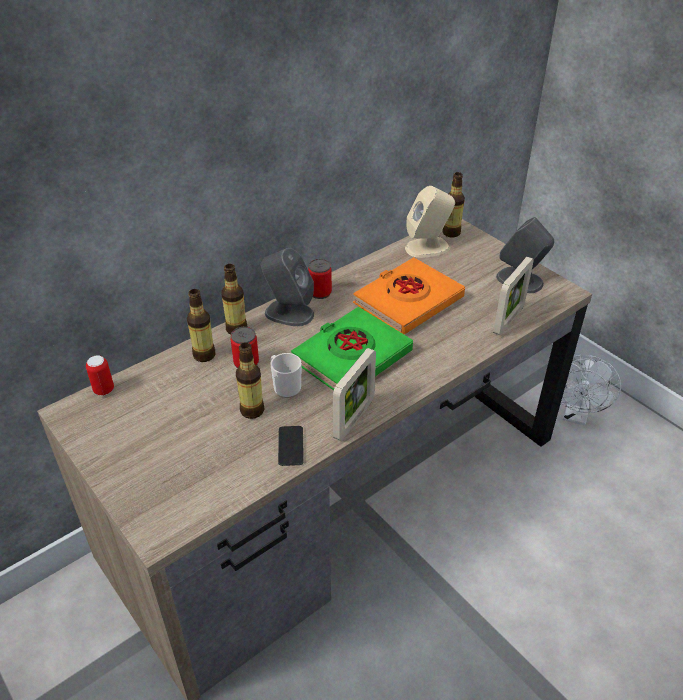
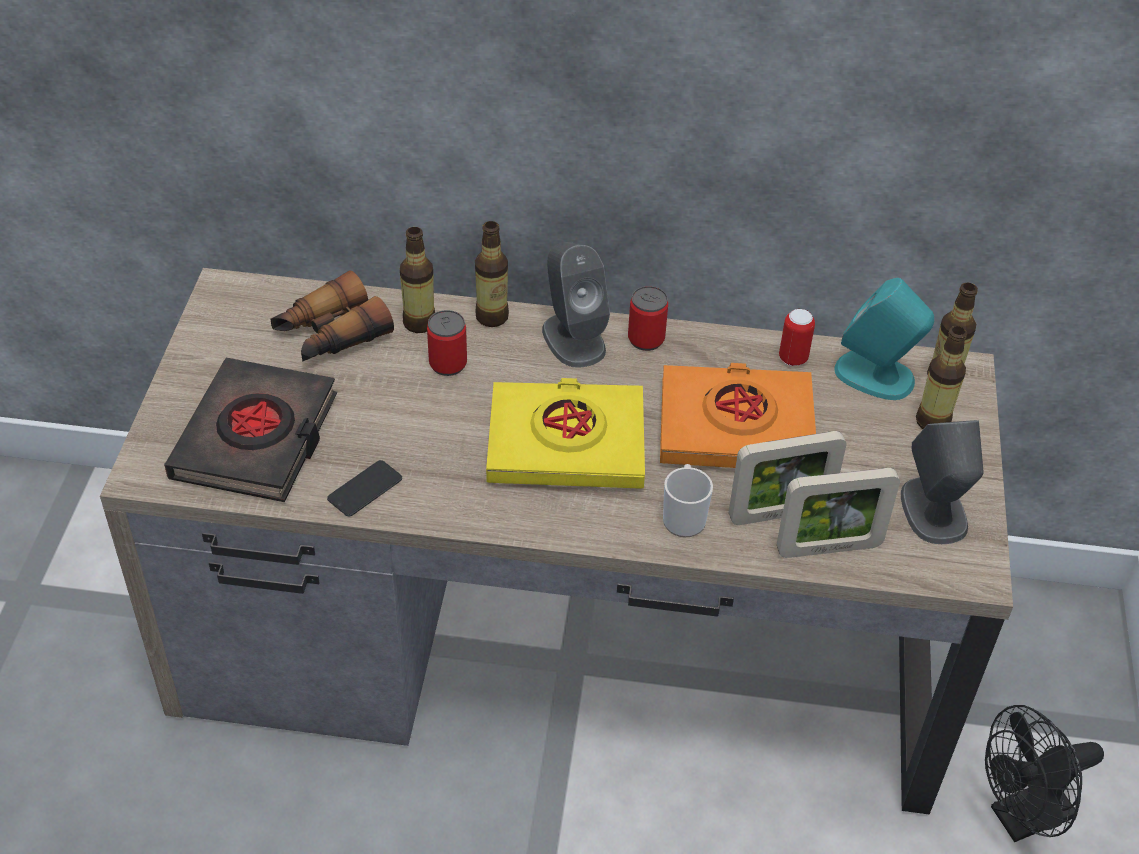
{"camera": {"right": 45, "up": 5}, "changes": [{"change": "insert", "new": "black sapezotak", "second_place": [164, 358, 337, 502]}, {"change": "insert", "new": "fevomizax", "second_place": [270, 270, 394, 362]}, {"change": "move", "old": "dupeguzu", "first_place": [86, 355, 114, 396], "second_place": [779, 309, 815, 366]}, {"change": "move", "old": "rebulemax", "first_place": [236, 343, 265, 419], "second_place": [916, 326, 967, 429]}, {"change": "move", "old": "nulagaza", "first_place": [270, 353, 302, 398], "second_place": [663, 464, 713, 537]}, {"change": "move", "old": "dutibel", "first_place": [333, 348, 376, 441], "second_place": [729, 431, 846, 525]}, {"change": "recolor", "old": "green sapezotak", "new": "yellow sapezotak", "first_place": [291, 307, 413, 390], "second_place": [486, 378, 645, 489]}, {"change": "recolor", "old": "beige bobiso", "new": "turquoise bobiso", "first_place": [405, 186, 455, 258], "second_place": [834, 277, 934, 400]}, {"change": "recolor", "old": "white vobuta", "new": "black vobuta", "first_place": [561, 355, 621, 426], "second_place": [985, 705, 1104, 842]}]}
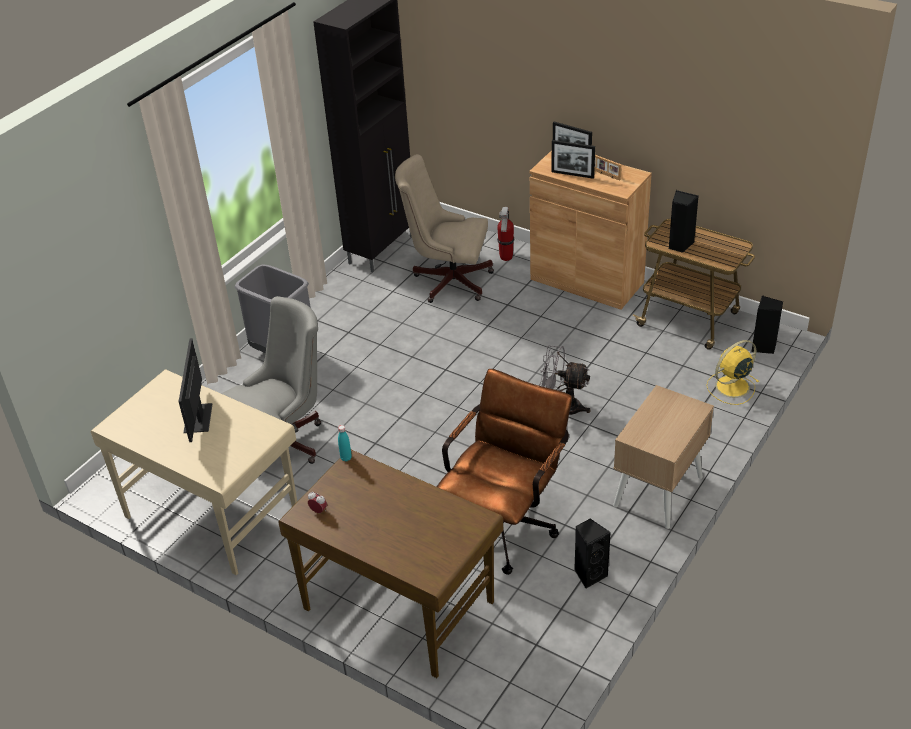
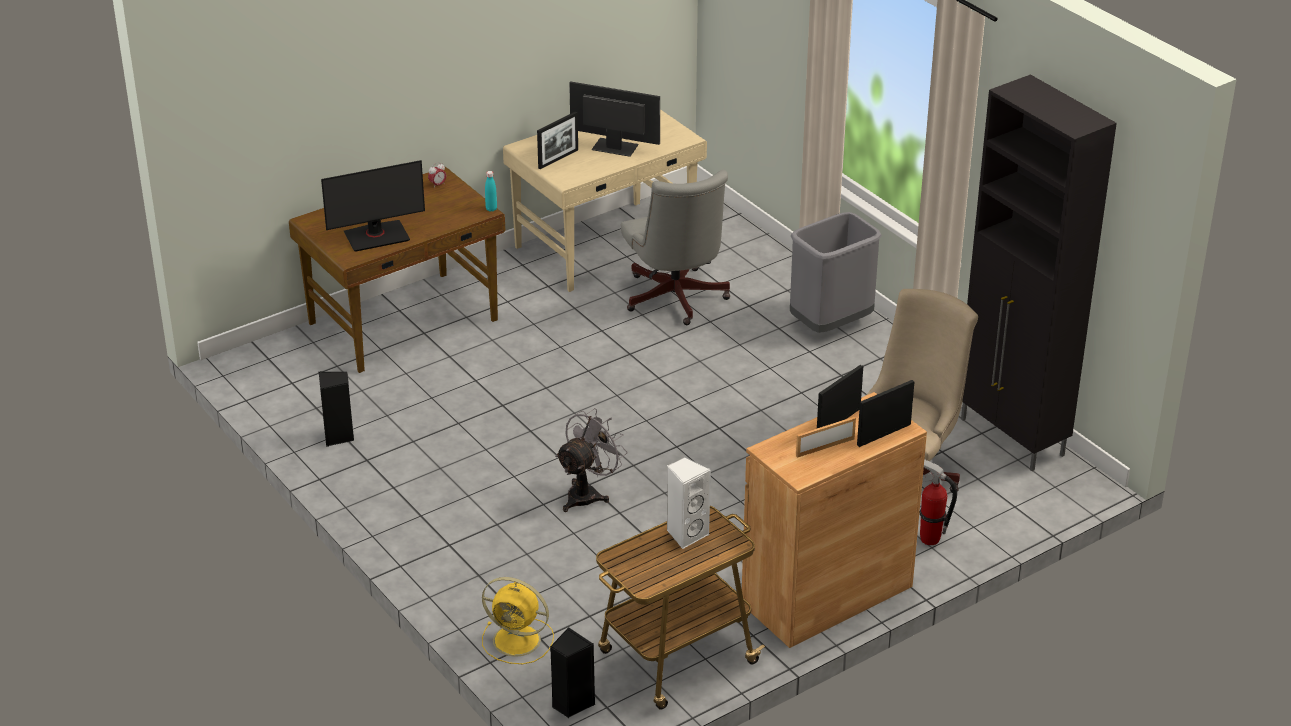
{"camera": {"right": 110, "up": -5}, "changes": [{"change": "delete", "old": "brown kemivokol", "first_place": [437, 369, 572, 575]}, {"change": "delete", "old": "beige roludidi", "first_place": [613, 385, 714, 529]}, {"change": "insert", "new": "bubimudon", "second_place": [321, 160, 425, 252]}, {"change": "insert", "new": "dutibel", "second_place": [537, 111, 578, 169]}, {"change": "recolor", "old": "black bobiso", "new": "white bobiso", "first_place": [668, 190, 699, 253], "second_place": [667, 456, 711, 549]}, {"change": "rotate", "old": "yellow vobuta", "first_place": [706, 340, 759, 405], "second_place": [482, 577, 554, 664], "degrees": 120}]}
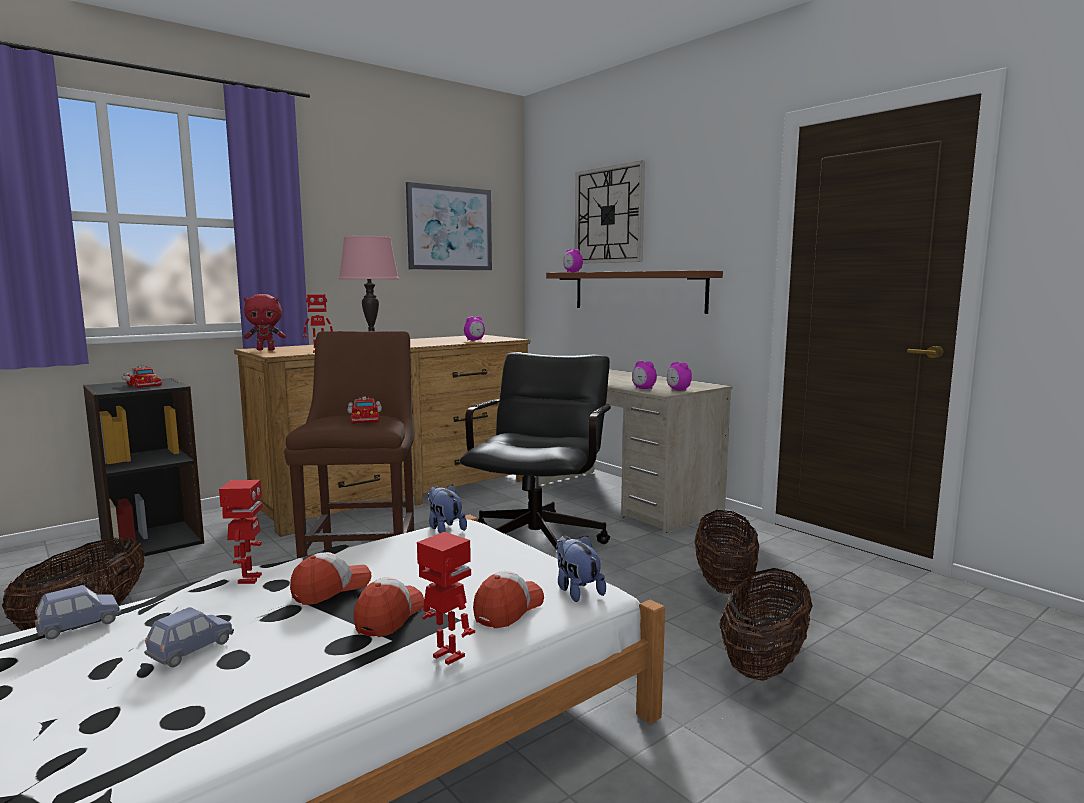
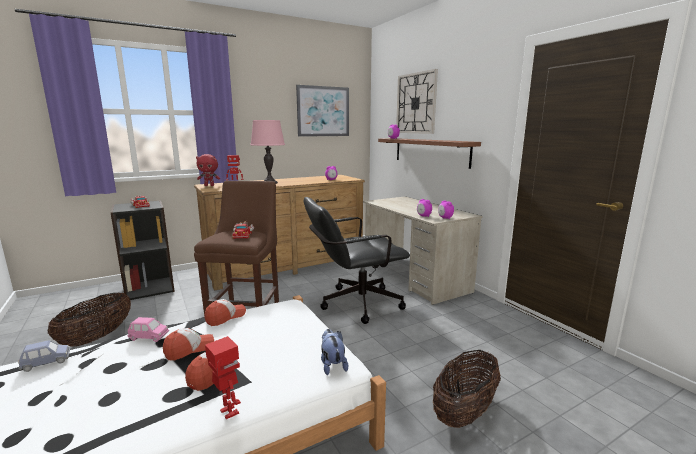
{"camera": {"right": 10, "up": 5}, "changes": [{"change": "delete", "old": "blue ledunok", "first_place": [144, 607, 234, 668]}, {"change": "delete", "old": "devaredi", "first_place": [428, 484, 467, 533]}, {"change": "delete", "old": "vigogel", "first_place": [695, 510, 759, 594]}, {"change": "move", "old": "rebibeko", "first_place": [473, 571, 544, 628], "second_place": [205, 299, 246, 326]}, {"change": "replace", "old": "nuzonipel", "new": "pink ledunok", "first_place": [219, 480, 263, 584], "second_place": [127, 317, 169, 342]}, {"change": "rotate", "old": "black kemivokol", "first_place": [460, 352, 611, 549], "second_place": [304, 197, 410, 324], "degrees": -135}]}
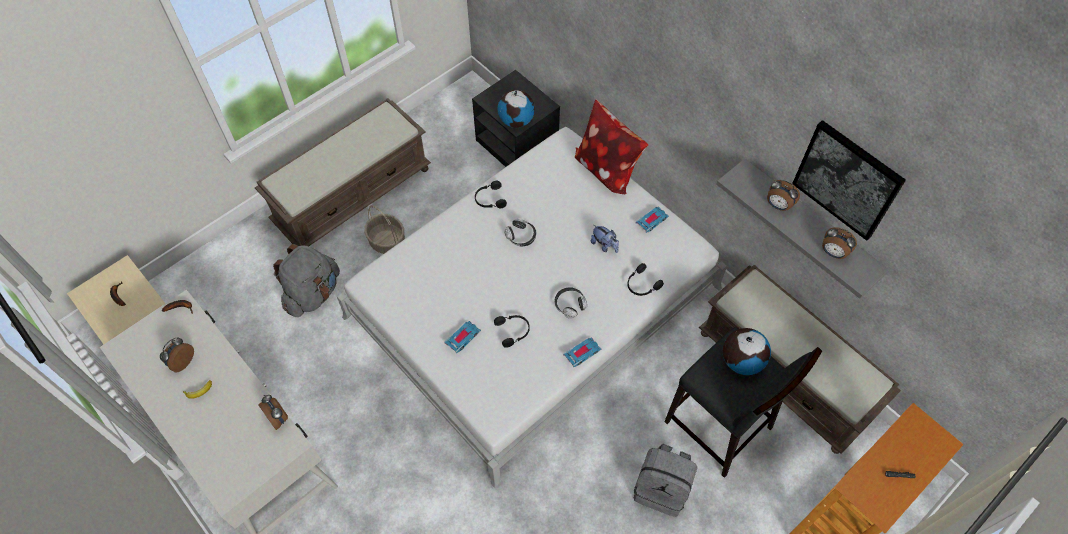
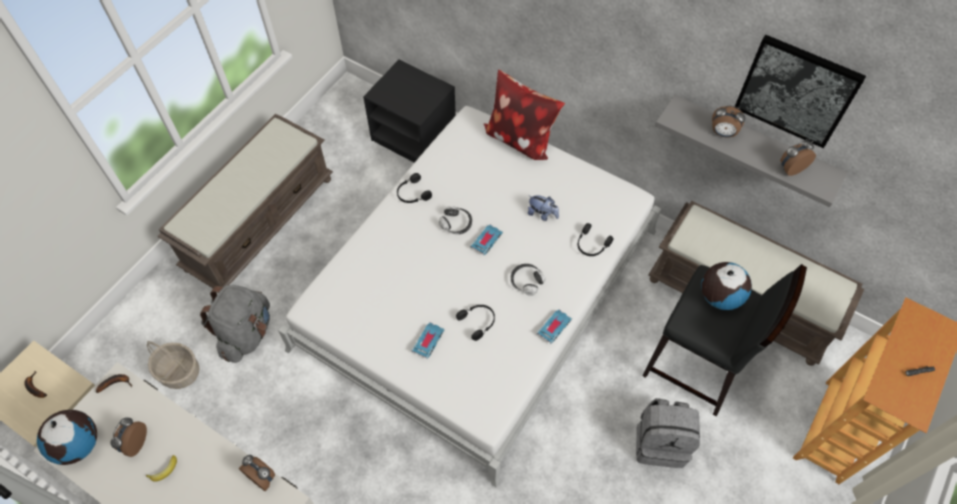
{"camera": {"right": -15, "up": 0}, "changes": [{"change": "move", "old": "vigogel", "first_place": [364, 205, 405, 254], "second_place": [147, 341, 200, 389]}, {"change": "move", "old": "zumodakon", "first_place": [498, 90, 535, 128], "second_place": [37, 410, 97, 465]}, {"change": "move", "old": "ledunok", "first_place": [636, 207, 669, 233], "second_place": [470, 225, 503, 255]}, {"change": "rotate", "old": "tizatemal", "first_place": [822, 227, 857, 259], "second_place": [780, 139, 816, 176], "degrees": 135}]}
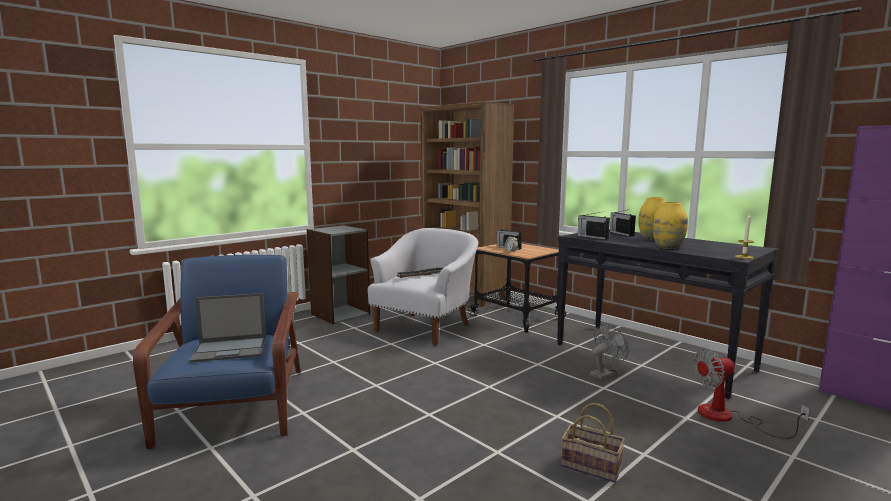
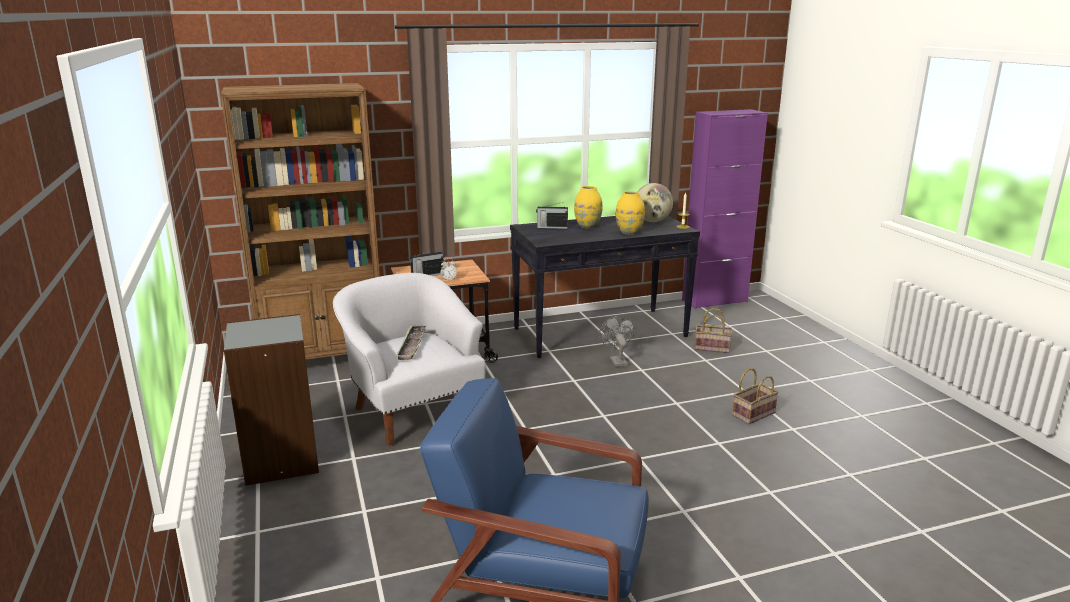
{"camera": {"right": -65, "up": 10}, "changes": [{"change": "delete", "old": "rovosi", "first_place": [189, 293, 266, 363]}, {"change": "delete", "old": "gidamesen", "first_place": [578, 211, 610, 240]}, {"change": "insert", "new": "zumodakon", "second_place": [637, 183, 673, 222]}, {"change": "replace", "old": "vobuta", "new": "vigogel", "first_place": [693, 348, 810, 439], "second_place": [695, 308, 732, 353]}]}
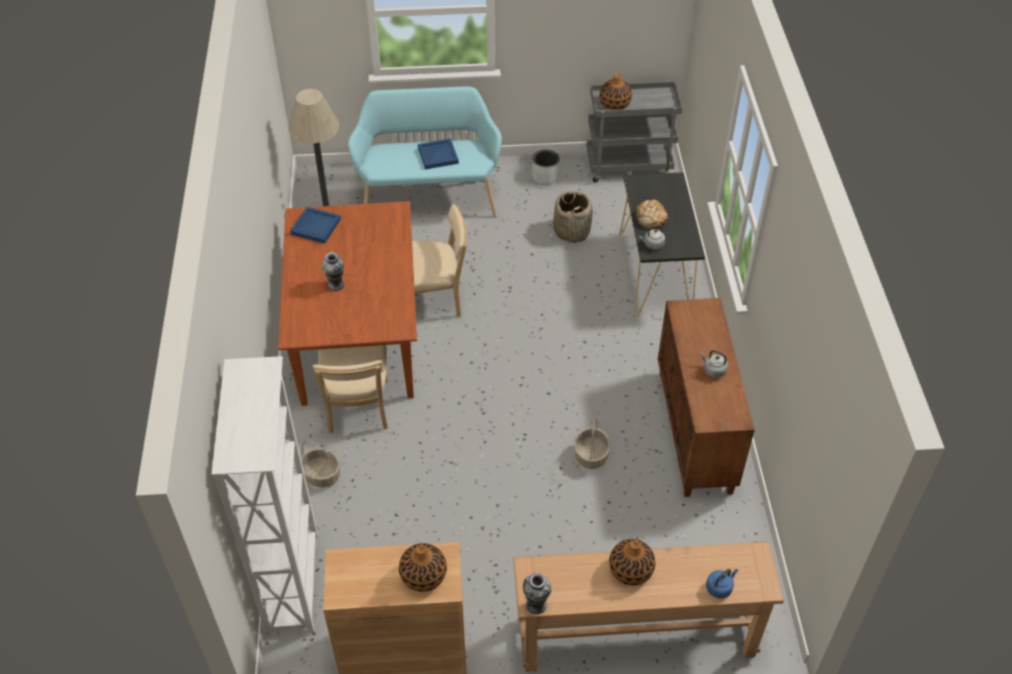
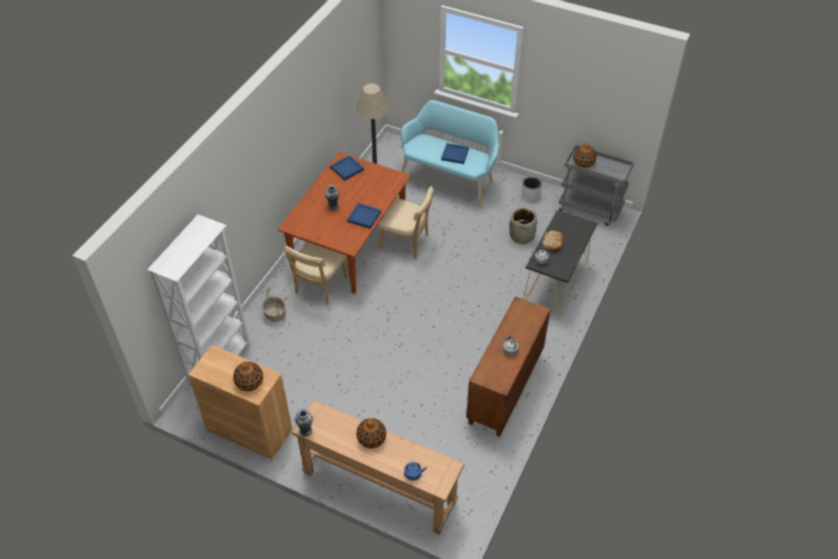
{"camera": {"right": 30, "up": 0}, "changes": [{"change": "delete", "old": "vigogel", "first_place": [574, 417, 611, 469]}, {"change": "insert", "new": "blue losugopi", "second_place": [347, 203, 381, 229]}]}
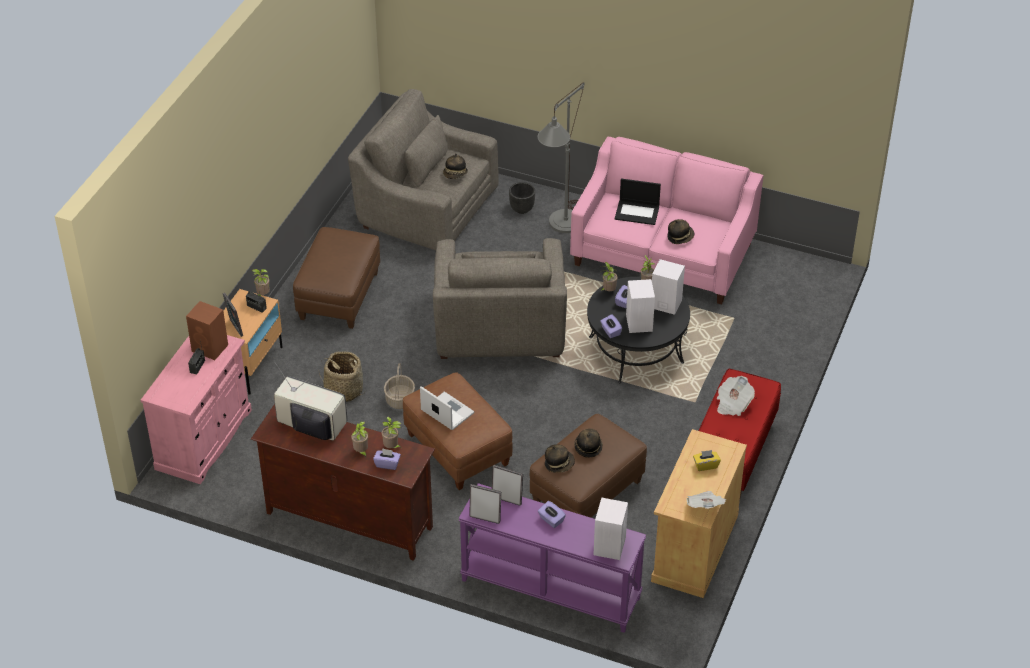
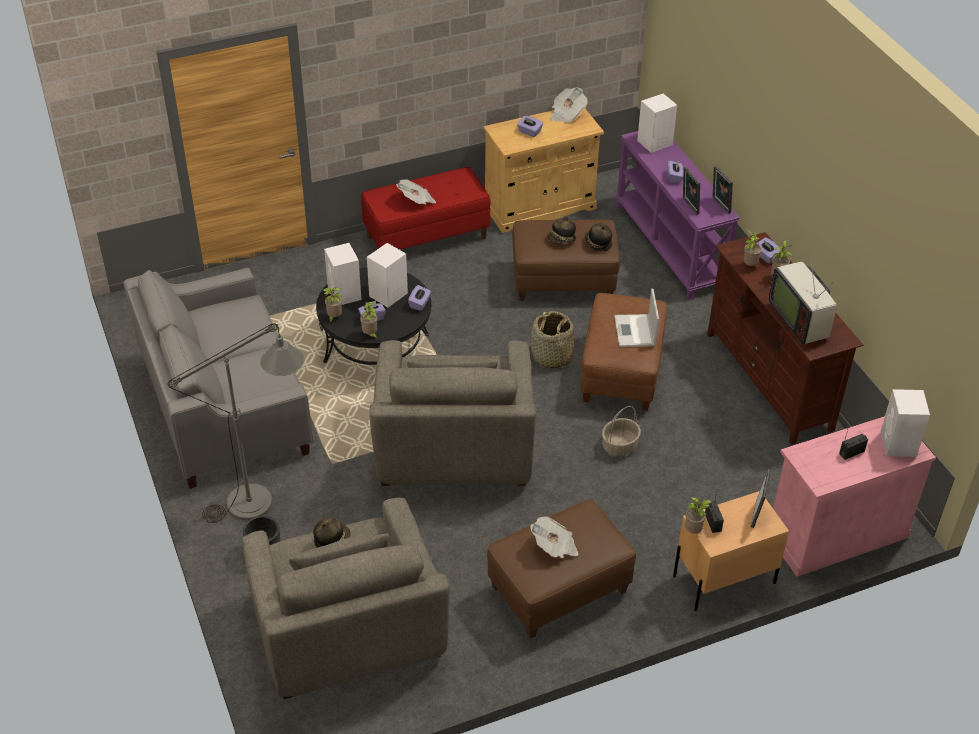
{"camera": {"right": -135, "up": 0}, "changes": [{"change": "delete", "old": "brown bobiso", "first_place": [186, 301, 228, 360]}, {"change": "delete", "old": "rovosi", "first_place": [615, 178, 661, 225]}, {"change": "delete", "old": "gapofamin", "first_place": [667, 219, 694, 244]}, {"change": "insert", "new": "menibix", "second_place": [530, 516, 579, 558]}, {"change": "insert", "new": "white bobiso", "second_place": [881, 389, 930, 457]}, {"change": "move", "old": "vigogel", "first_place": [319, 351, 365, 402], "second_place": [531, 311, 574, 368]}, {"change": "recolor", "old": "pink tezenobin", "new": "grey tezenobin", "first_place": [570, 137, 763, 305], "second_place": [123, 268, 314, 489]}, {"change": "recolor", "old": "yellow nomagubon", "new": "purple nomagubon", "first_place": [693, 450, 721, 471], "second_place": [517, 116, 543, 137]}, {"change": "rotate", "old": "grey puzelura", "first_place": [433, 238, 567, 359], "second_place": [369, 340, 536, 486], "degrees": 135}]}
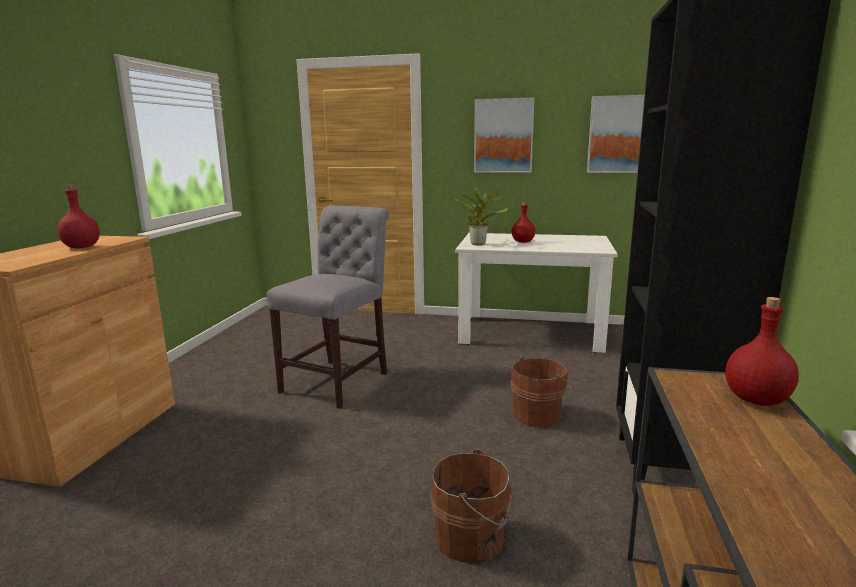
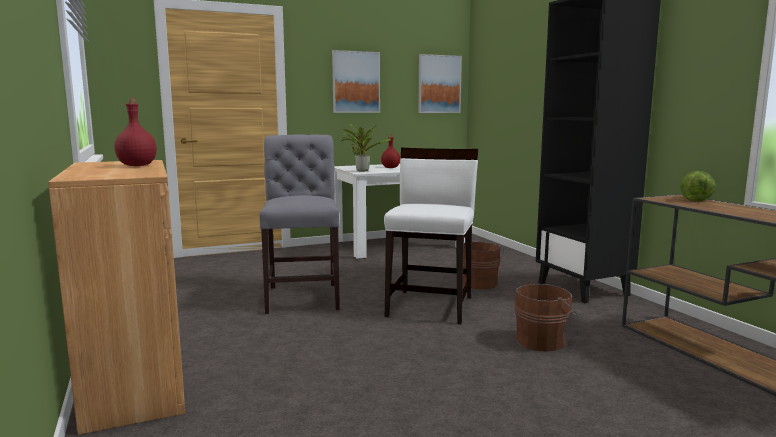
{"camera": {"right": -35, "up": -5}, "changes": [{"change": "insert", "new": "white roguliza", "second_place": [384, 148, 478, 324]}, {"change": "replace", "old": "red rebulemax", "new": "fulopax", "first_place": [725, 297, 799, 406], "second_place": [680, 171, 716, 202]}]}
